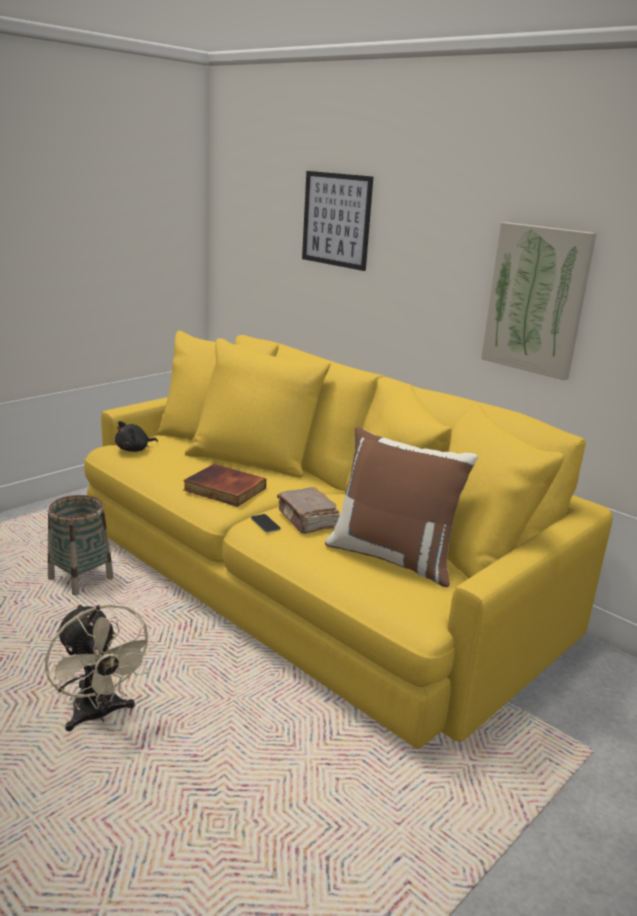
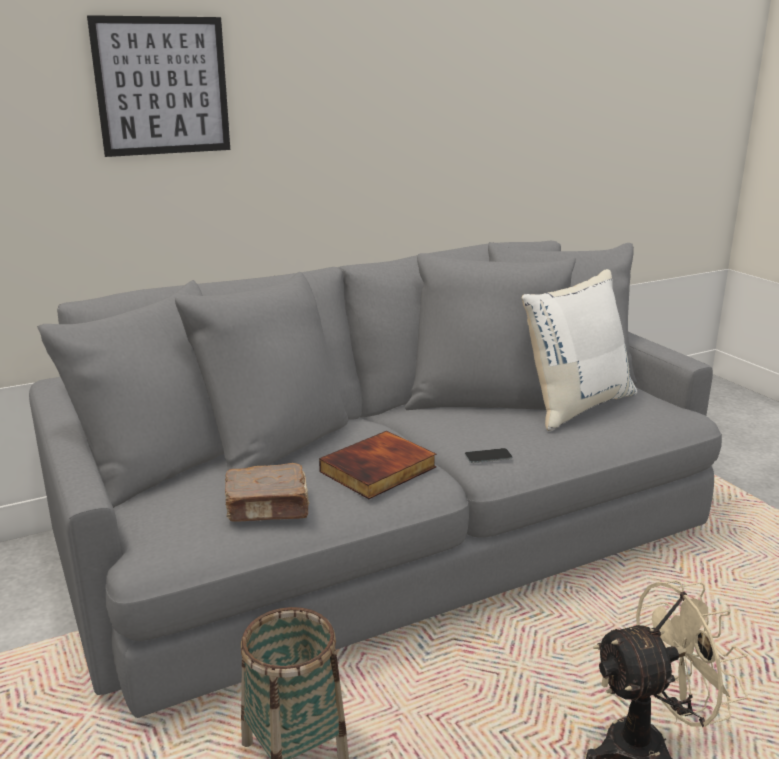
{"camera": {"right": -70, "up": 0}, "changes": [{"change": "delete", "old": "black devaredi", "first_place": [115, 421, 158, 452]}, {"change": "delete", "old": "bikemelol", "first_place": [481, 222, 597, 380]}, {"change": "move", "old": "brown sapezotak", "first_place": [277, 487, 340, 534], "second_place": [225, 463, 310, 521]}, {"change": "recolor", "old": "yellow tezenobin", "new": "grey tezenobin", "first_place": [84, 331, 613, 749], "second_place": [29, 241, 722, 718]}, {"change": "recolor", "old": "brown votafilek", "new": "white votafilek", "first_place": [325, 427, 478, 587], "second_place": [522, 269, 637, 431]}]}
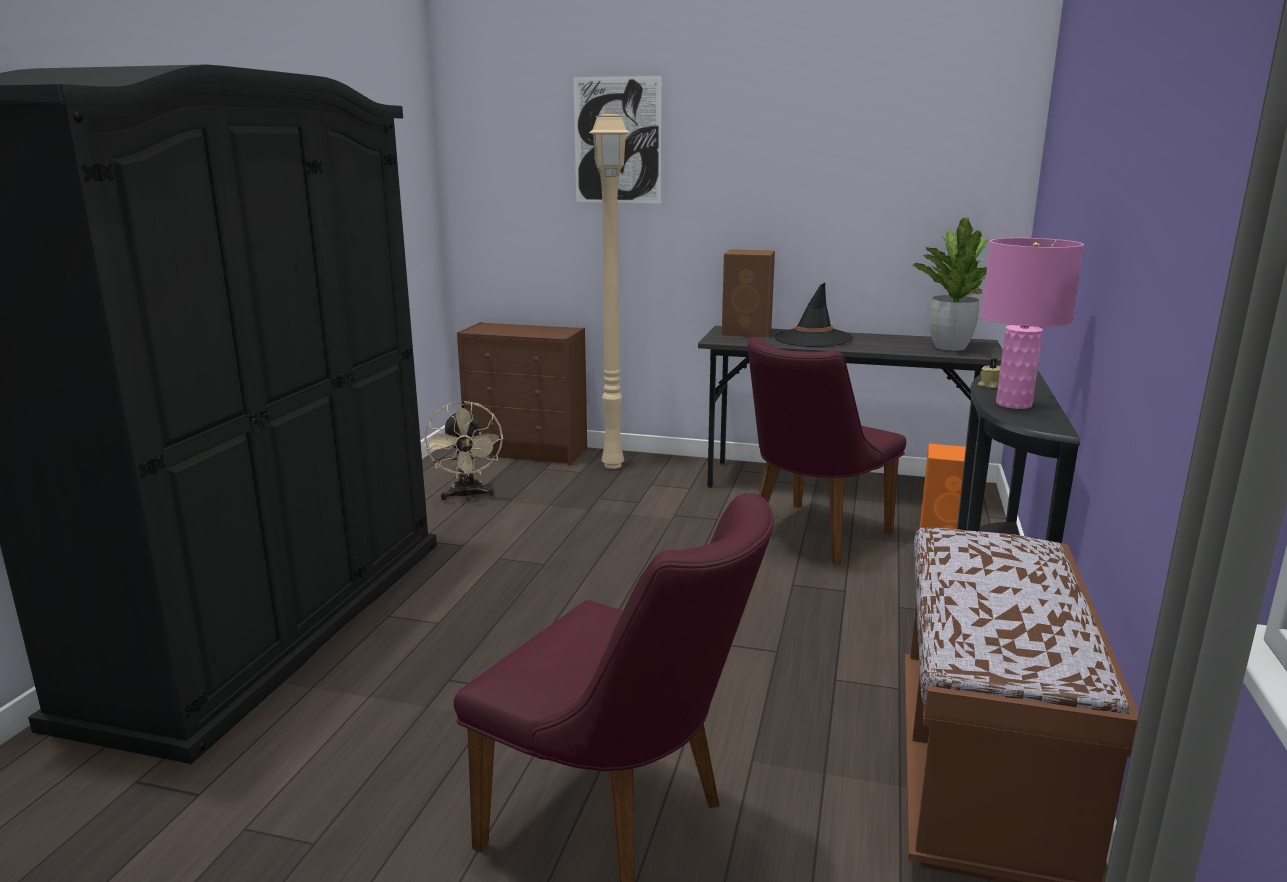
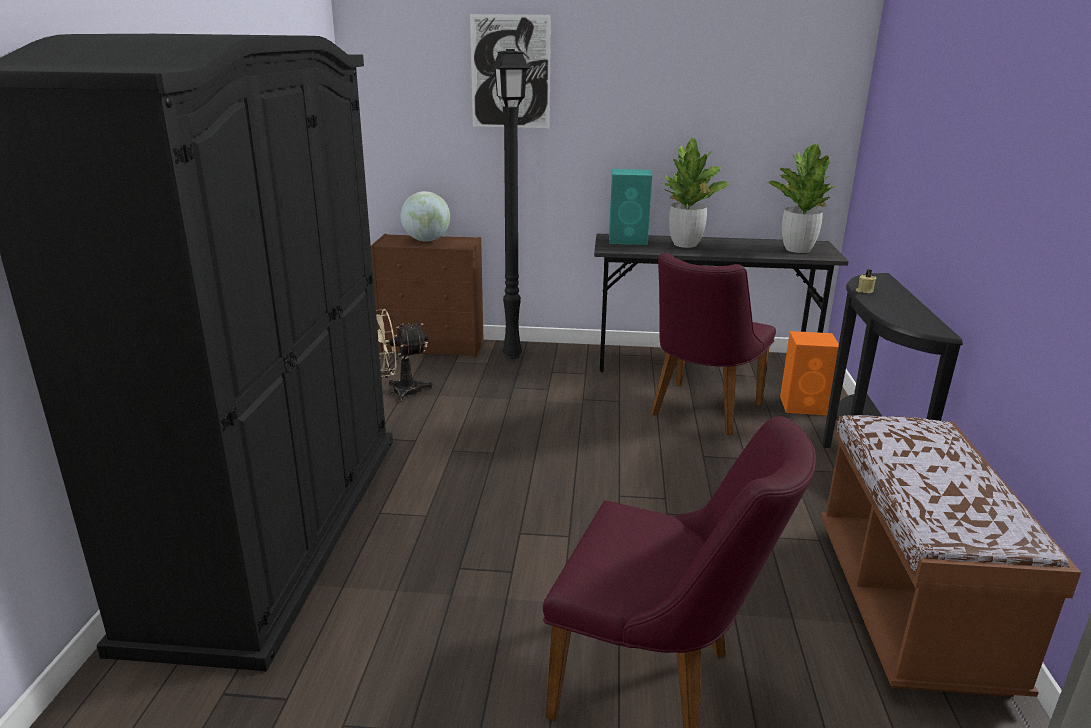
{"camera": {"right": -10, "up": 5}, "changes": [{"change": "delete", "old": "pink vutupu", "first_place": [981, 238, 1084, 409]}, {"change": "insert", "new": "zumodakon", "second_place": [401, 191, 450, 242]}, {"change": "replace", "old": "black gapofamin", "new": "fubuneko", "first_place": [774, 283, 853, 347], "second_place": [662, 137, 729, 248]}, {"change": "recolor", "old": "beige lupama", "new": "black lupama", "first_place": [589, 112, 631, 469], "second_place": [490, 49, 531, 359]}, {"change": "recolor", "old": "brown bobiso", "new": "turquoise bobiso", "first_place": [722, 249, 775, 338], "second_place": [609, 169, 652, 245]}, {"change": "rotate", "old": "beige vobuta", "first_place": [425, 401, 503, 500], "second_place": [376, 309, 433, 403], "degrees": 90}]}
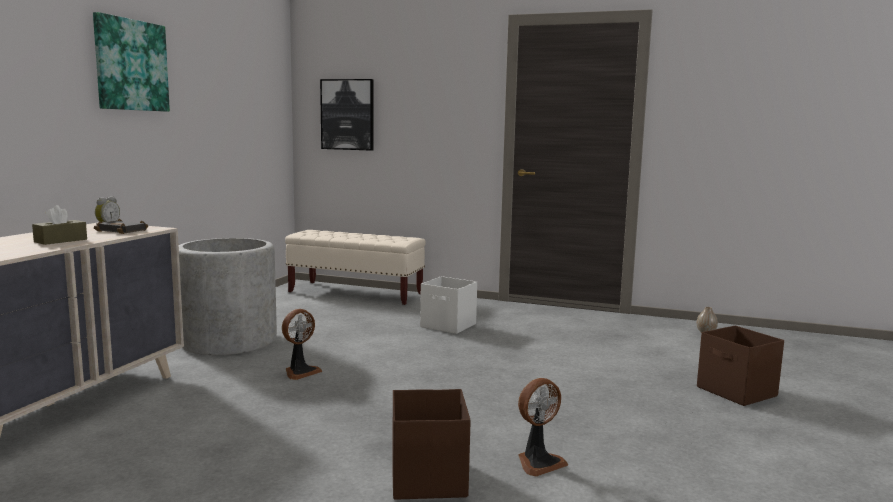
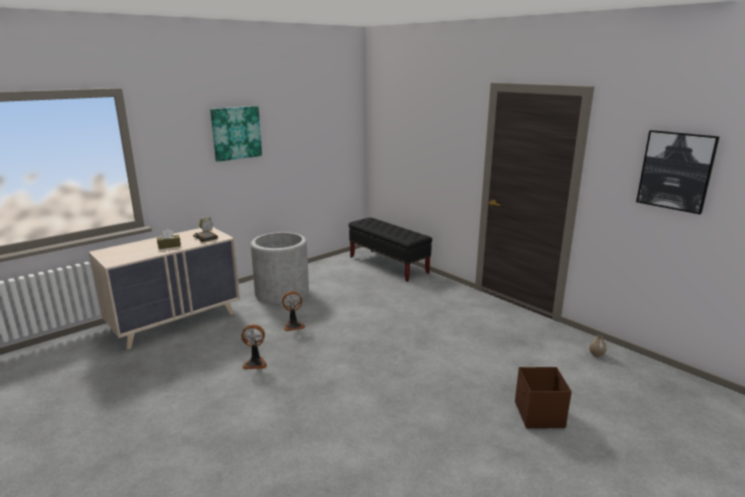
{"camera": {"right": 30, "up": 10}, "changes": [{"change": "delete", "old": "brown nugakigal", "first_place": [392, 389, 471, 500]}, {"change": "delete", "old": "white nugakigal", "first_place": [420, 276, 477, 334]}, {"change": "move", "old": "bikemelol", "first_place": [320, 79, 373, 151], "second_place": [636, 130, 720, 214]}, {"change": "move", "old": "vobuta", "first_place": [518, 378, 568, 476], "second_place": [242, 324, 267, 369]}, {"change": "recolor", "old": "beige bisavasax", "new": "black bisavasax", "first_place": [285, 230, 426, 305], "second_place": [349, 217, 432, 282]}]}
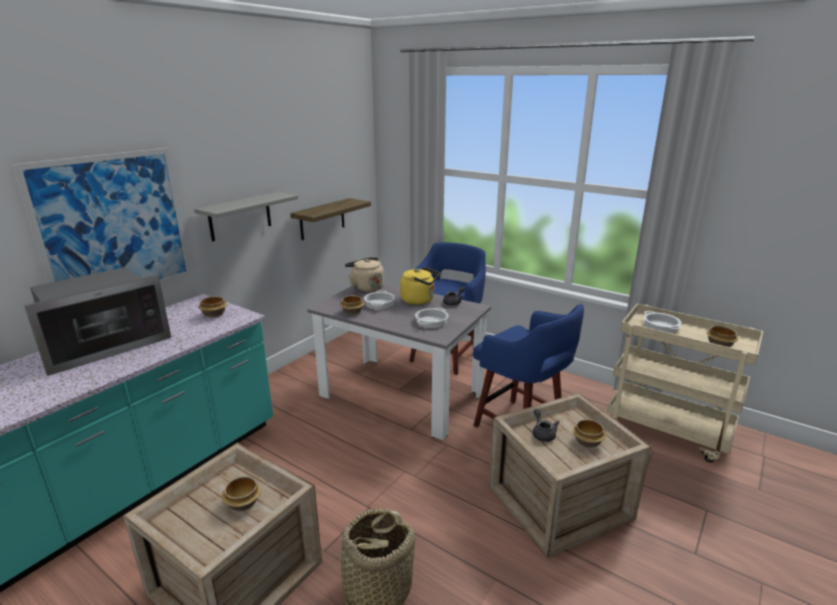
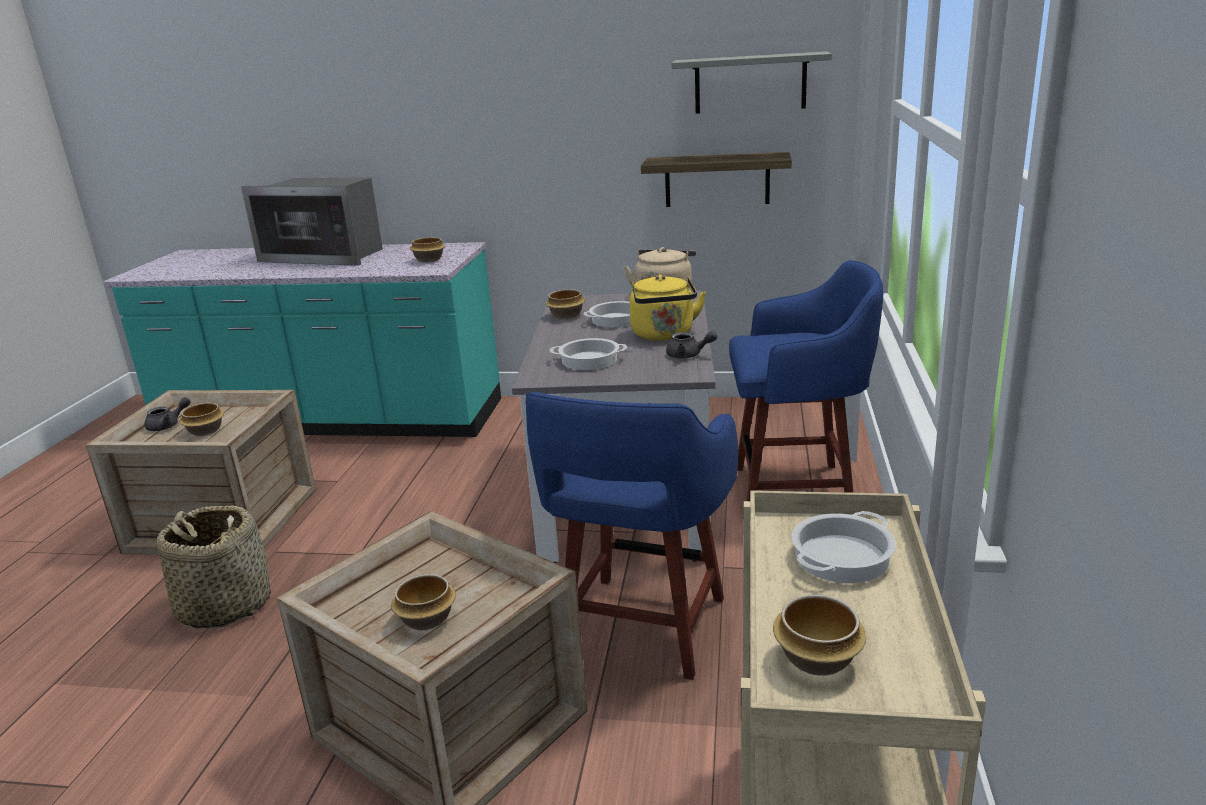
{"camera": {"right": 65, "up": 0}, "changes": [{"change": "delete", "old": "bikemelol", "first_place": [12, 148, 192, 284]}, {"change": "move", "old": "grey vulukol", "first_place": [194, 192, 298, 242], "second_place": [671, 51, 832, 114]}, {"change": "move", "old": "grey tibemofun", "first_place": [533, 409, 559, 442], "second_place": [144, 397, 190, 431]}]}
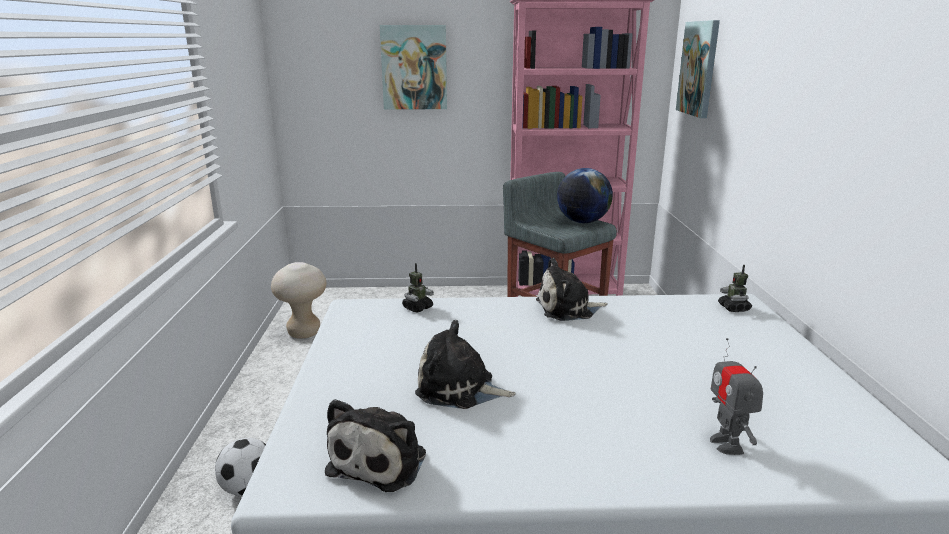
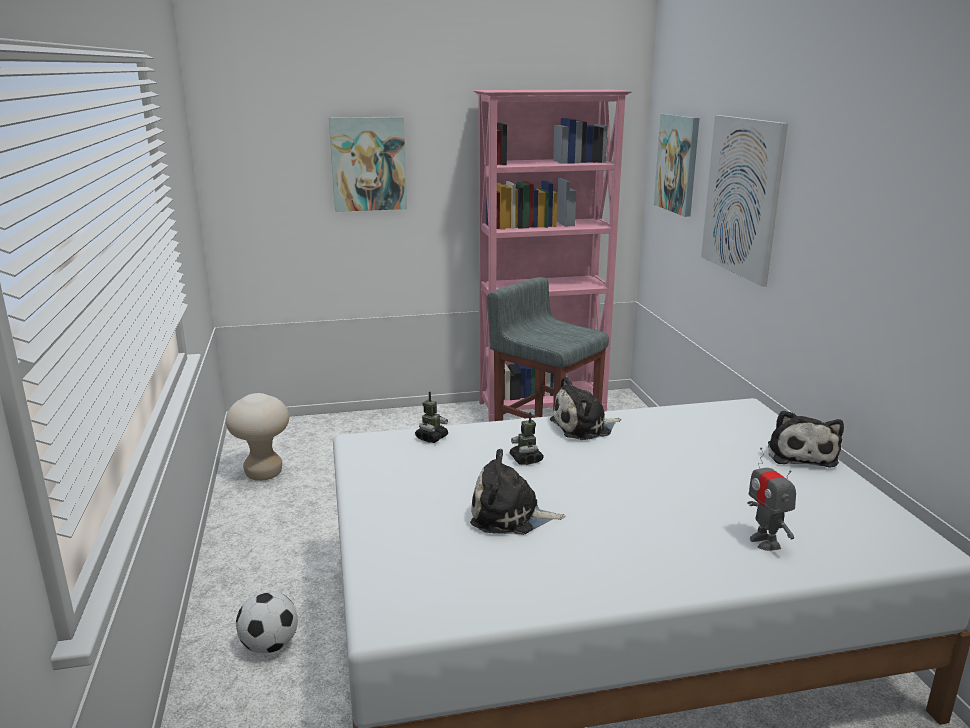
{"camera": {"right": -10, "up": 0}, "changes": [{"change": "delete", "old": "zumodakon", "first_place": [557, 168, 613, 223]}, {"change": "insert", "new": "bikemelol", "second_place": [701, 115, 788, 287]}, {"change": "move", "old": "devaredi", "first_place": [325, 399, 426, 492], "second_place": [768, 410, 844, 468]}, {"change": "move", "old": "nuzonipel", "first_place": [718, 265, 752, 312], "second_place": [510, 412, 544, 465]}]}
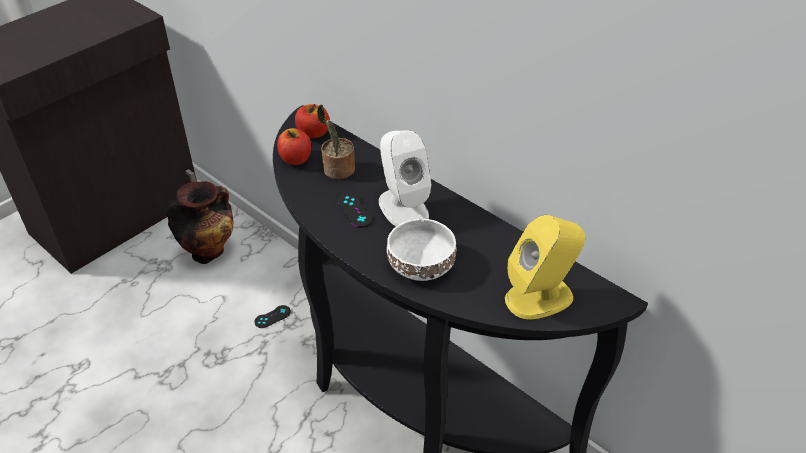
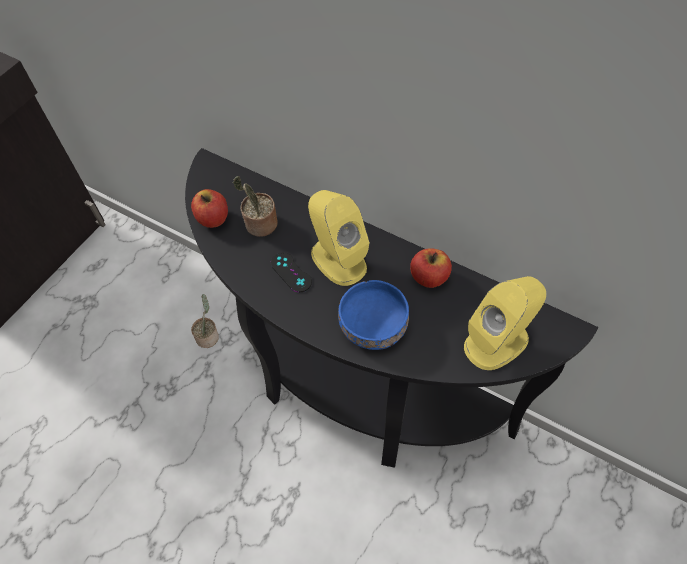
{"camera": {"right": -10, "up": 15}, "changes": [{"change": "delete", "old": "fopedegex", "first_place": [166, 181, 233, 264]}, {"change": "move", "old": "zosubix", "first_place": [295, 104, 330, 139], "second_place": [410, 248, 452, 288]}, {"change": "replace", "old": "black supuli", "new": "fubuneko", "first_place": [254, 305, 291, 328], "second_place": [191, 294, 219, 348]}, {"change": "recolor", "old": "white bobiso", "new": "yellow bobiso", "first_place": [379, 130, 432, 226], "second_place": [308, 190, 370, 286]}, {"change": "recolor", "old": "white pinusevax", "new": "blue pinusevax", "first_place": [387, 219, 456, 281], "second_place": [338, 280, 409, 350]}]}
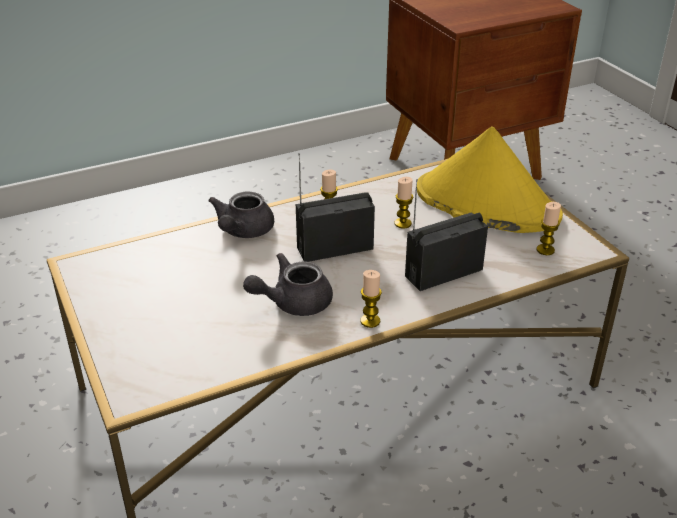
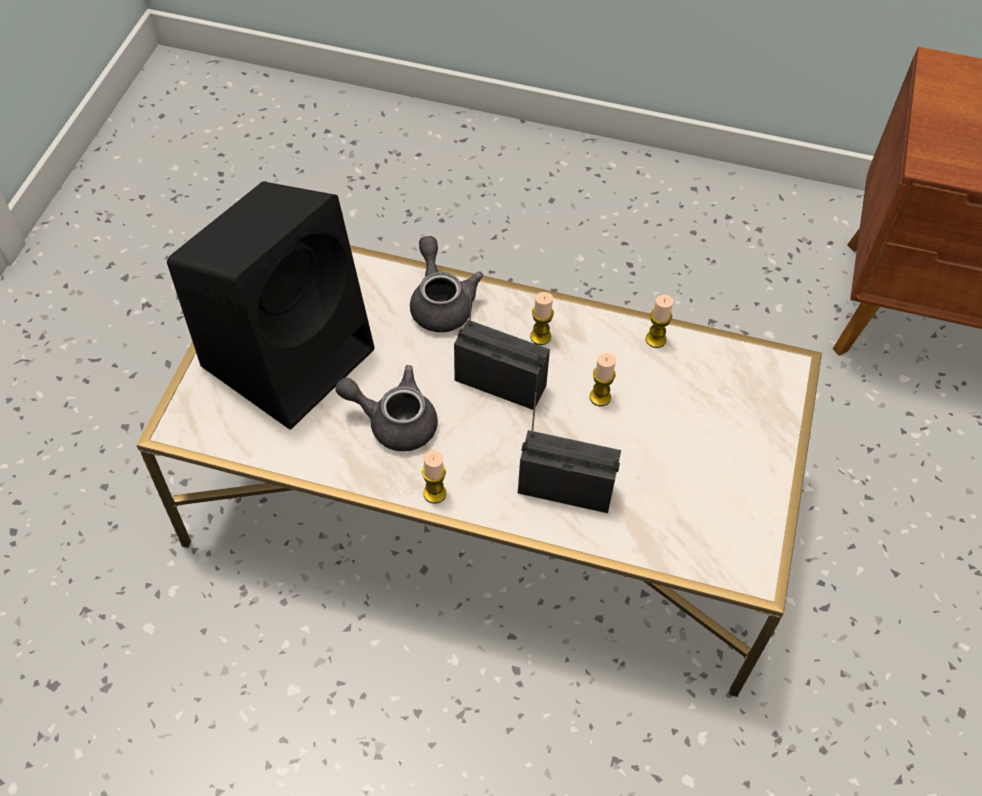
{"camera": {"right": 40, "up": 20}, "changes": [{"change": "delete", "old": "yellow gapofamin", "first_place": [417, 126, 563, 233]}, {"change": "insert", "new": "black bobiso", "second_place": [167, 182, 375, 430]}, {"change": "move", "old": "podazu", "first_place": [536, 202, 561, 255], "second_place": [645, 295, 674, 348]}, {"change": "rotate", "old": "grey tibemofun", "first_place": [208, 191, 274, 238], "second_place": [410, 236, 483, 332], "degrees": 105}]}
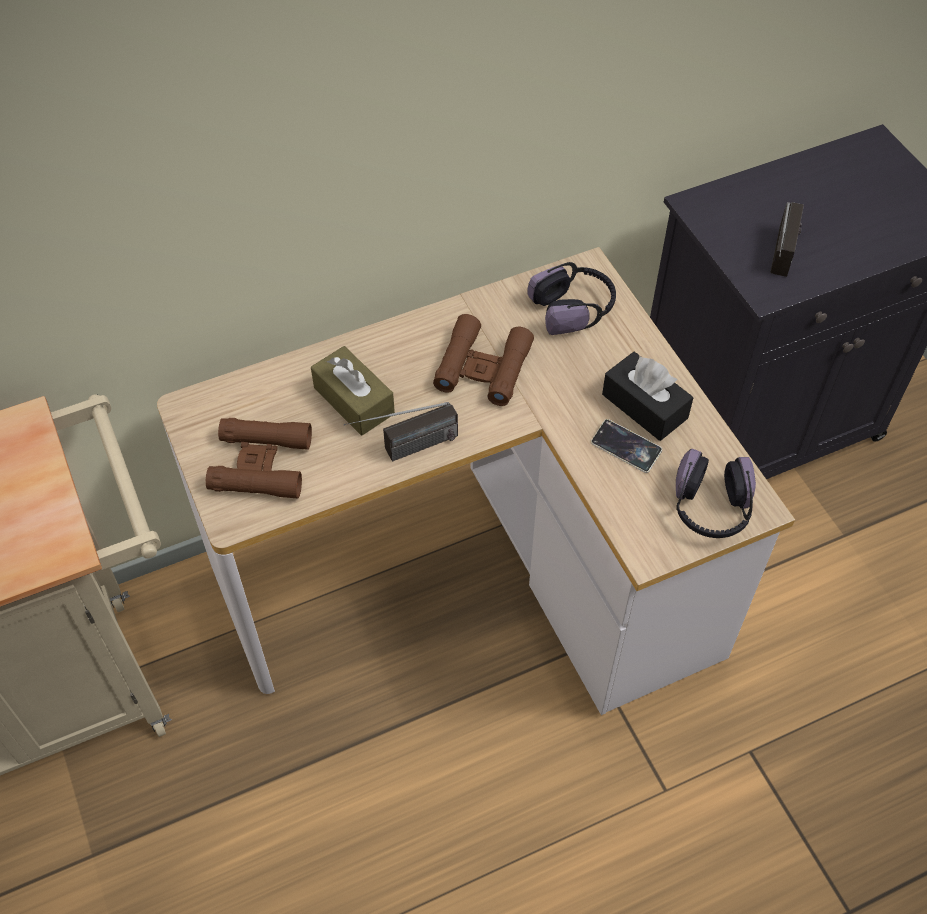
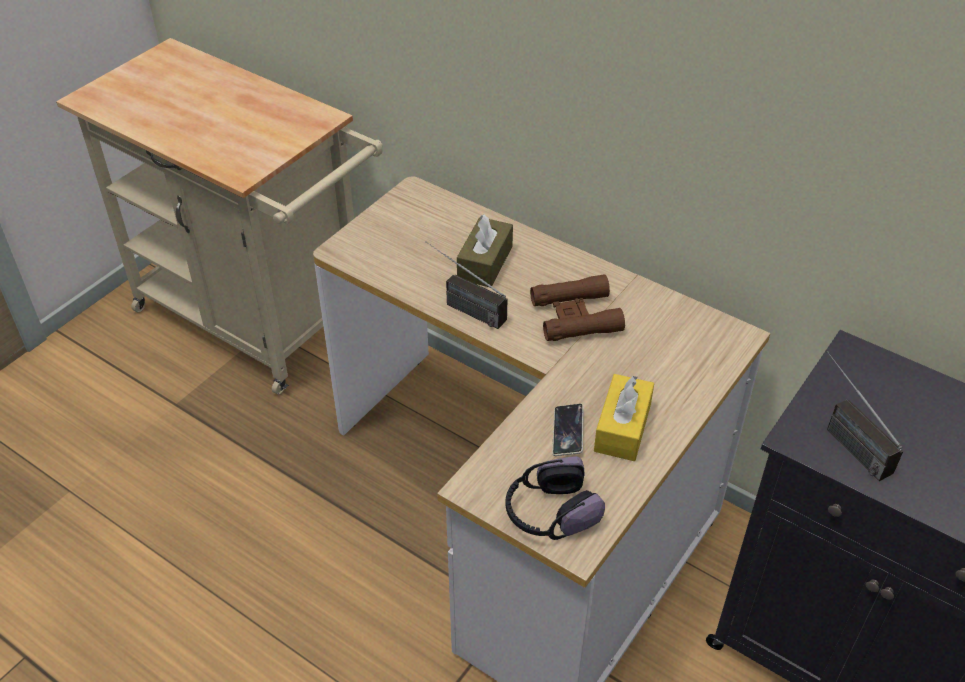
{"camera": {"right": 60, "up": -10}, "changes": [{"change": "delete", "old": "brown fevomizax", "first_place": [206, 418, 312, 499]}, {"change": "delete", "old": "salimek", "first_place": [527, 262, 616, 335]}, {"change": "recolor", "old": "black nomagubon", "new": "yellow nomagubon", "first_place": [602, 352, 693, 441], "second_place": [594, 374, 654, 461]}, {"change": "rotate", "old": "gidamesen", "first_place": [770, 202, 804, 277], "second_place": [827, 351, 903, 481], "degrees": 75}]}
